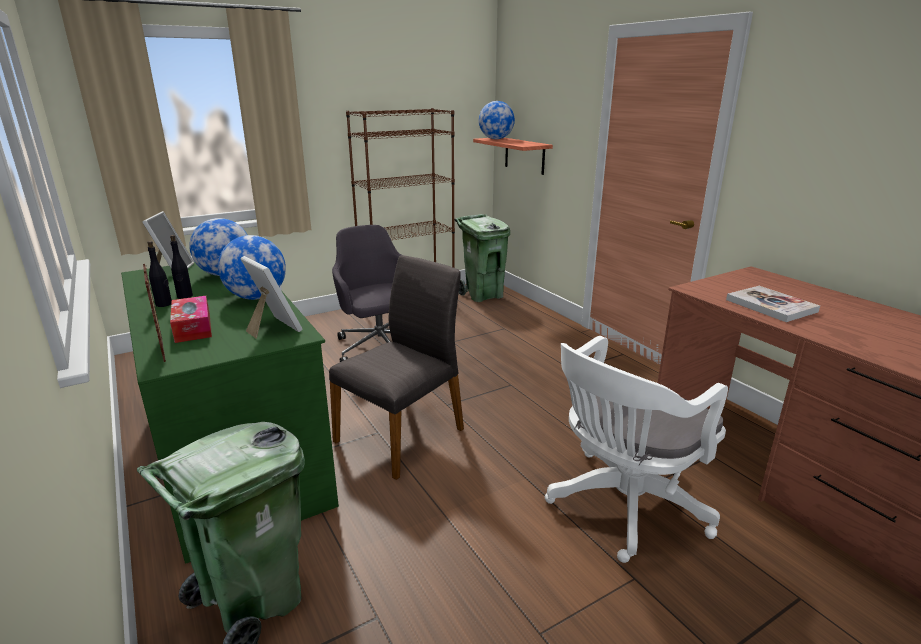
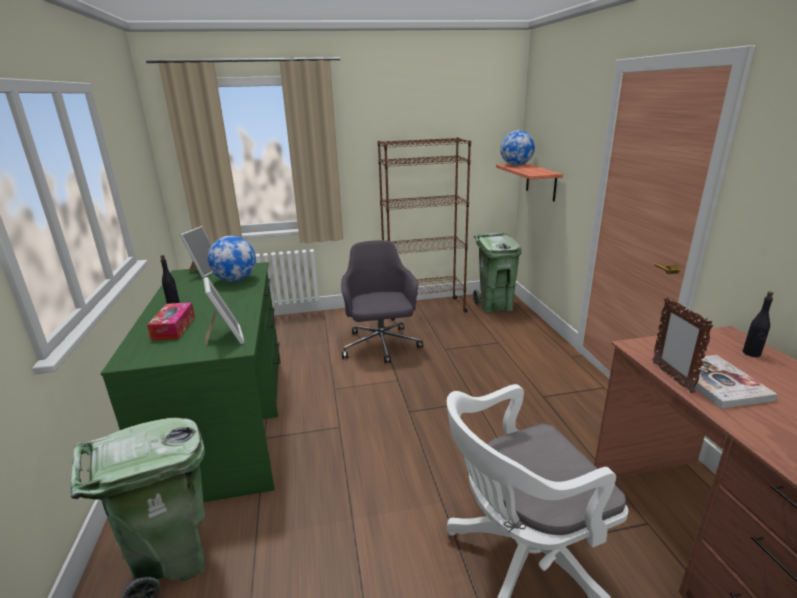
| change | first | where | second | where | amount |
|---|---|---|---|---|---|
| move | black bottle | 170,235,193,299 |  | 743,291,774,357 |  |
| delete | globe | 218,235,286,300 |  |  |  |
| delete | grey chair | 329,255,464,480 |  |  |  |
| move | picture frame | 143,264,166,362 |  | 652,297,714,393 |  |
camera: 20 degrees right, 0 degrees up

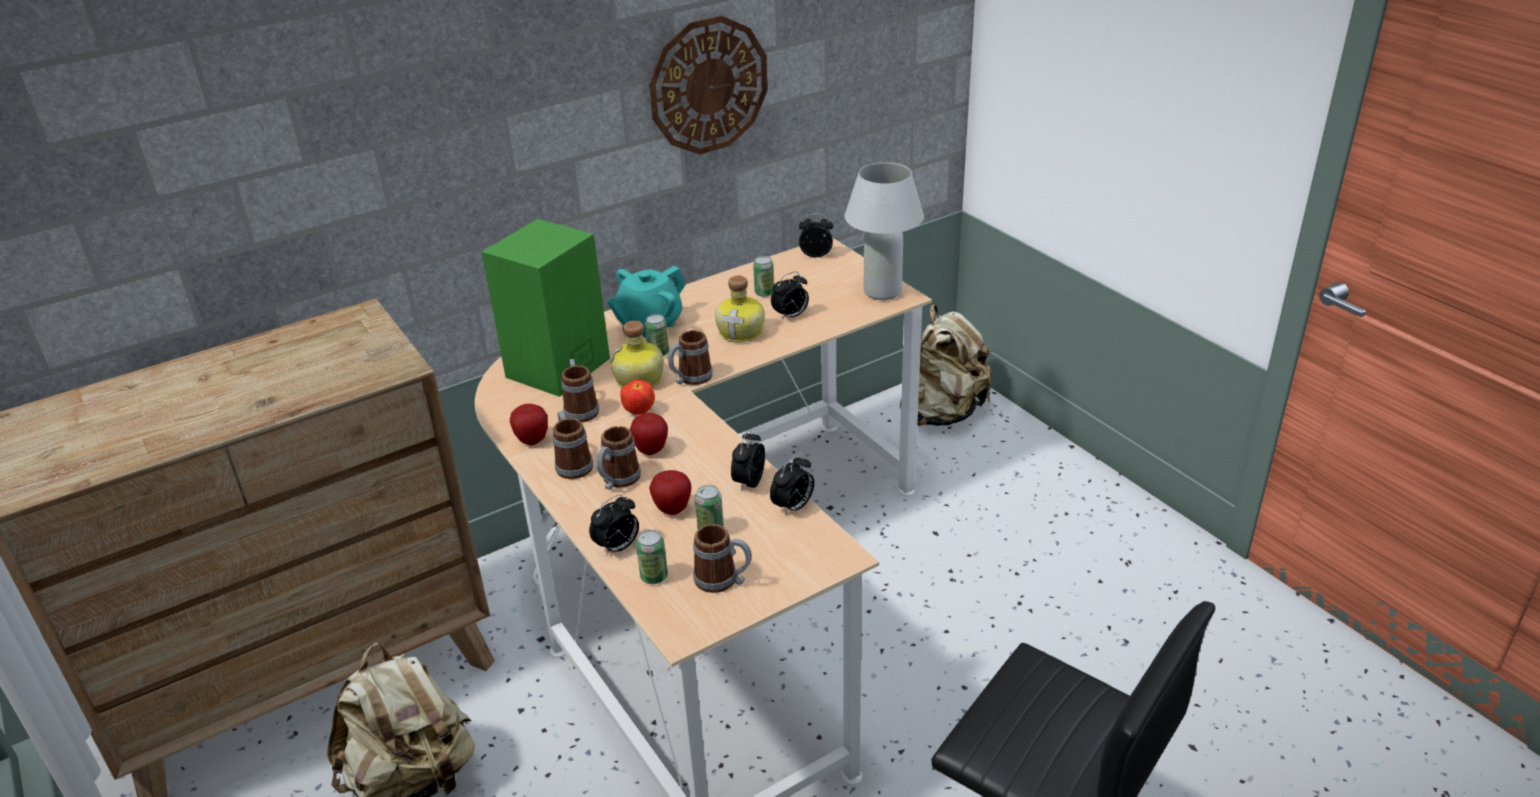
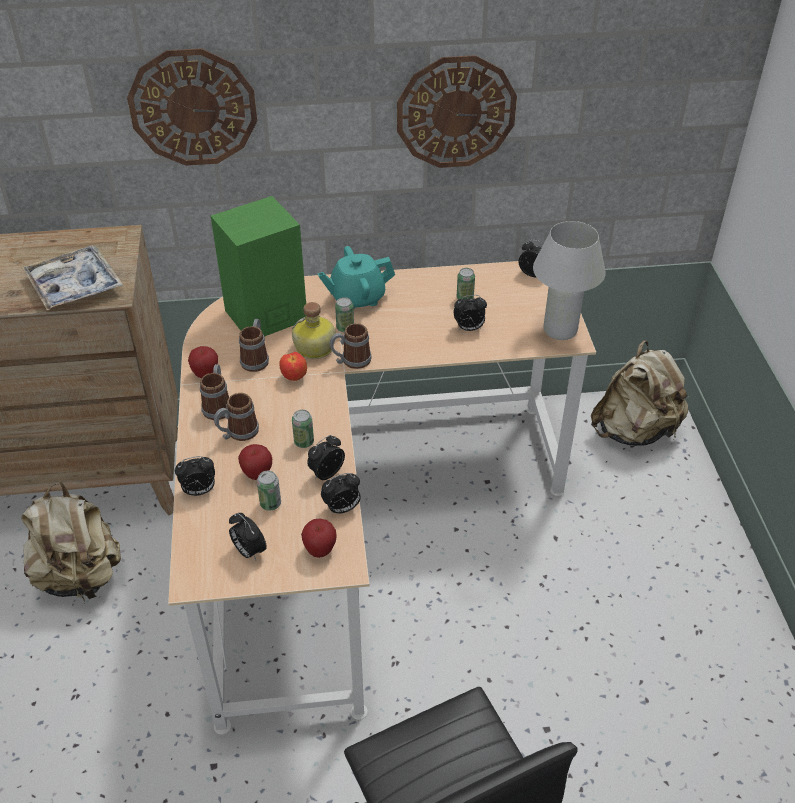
| change | first | where | second | where | amount |
|---|---|---|---|---|---|
| delete | bottle | 715,276,765,342 |  |  |  |
| move | apple | 630,413,668,455 |  | 301,519,337,558 |  |
| replace | mug | 693,524,752,593 | alarm clock | 229,513,267,560 |  |
| move | can | 636,530,668,584 |  | 292,410,314,448 |  |
| insert |  |  | wall clock | 127,48,257,166 |  |
| insert |  |  | tray | 22,245,123,310 |  |
camera: 25 degrees right, 10 degrees up

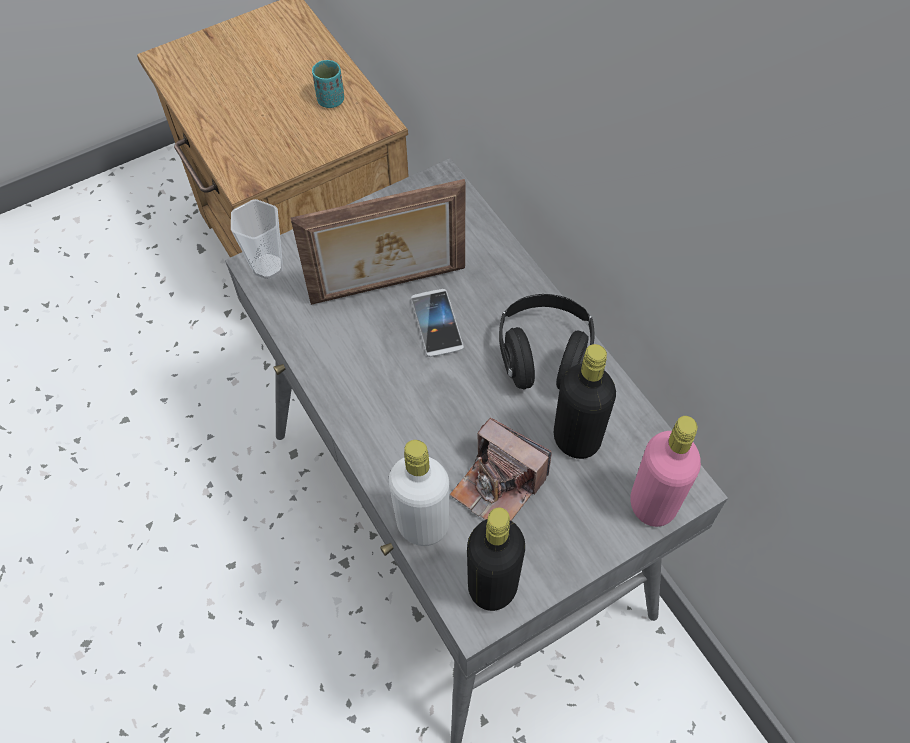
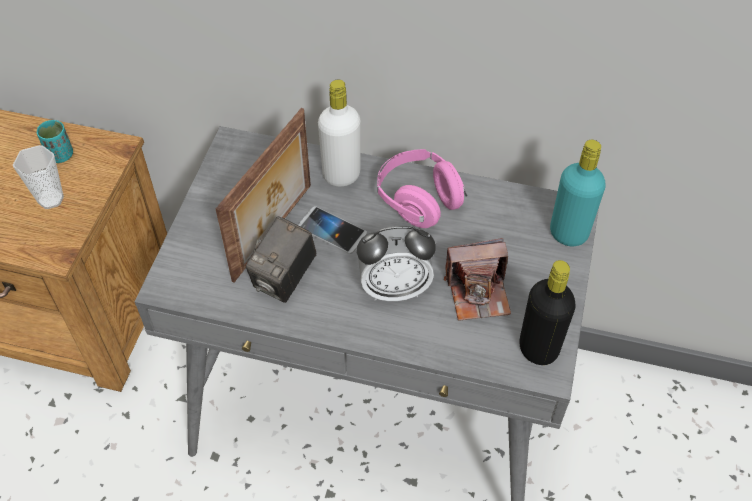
| change | first | where | second | where | amount |
|---|---|---|---|---|---|
| move | cup | 231,199,283,279 |  | 13,145,64,209 |  |
| recolor | black headphones | 499,294,595,390 | pink headphones | 377,149,467,228 |  |
| delete | black bottle | 554,344,616,459 |  |  |  |
| recolor | pink bottle | 630,416,701,527 | turquoise bottle | 550,140,606,246 |  |
| move | white bottle | 389,440,449,546 |  | 318,80,361,187 |  |
| insert |  |  | photo camera | 246,216,316,303 |  |
| insert |  |  | alarm clock | 357,226,436,301 |  |
camera: 45 degrees left, 5 degrees down

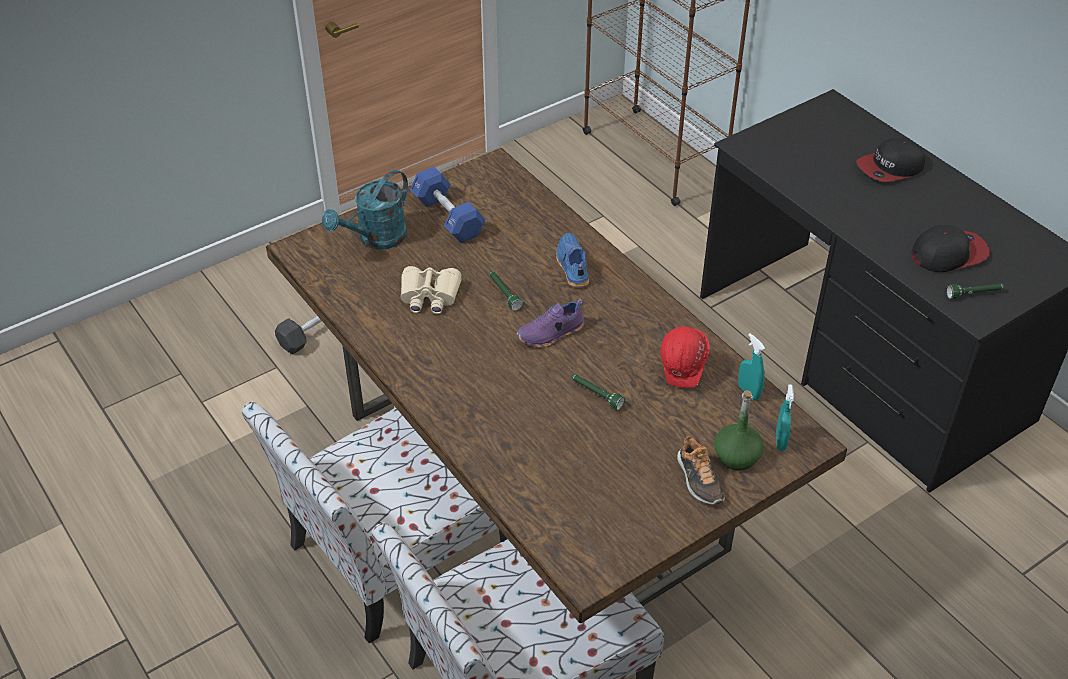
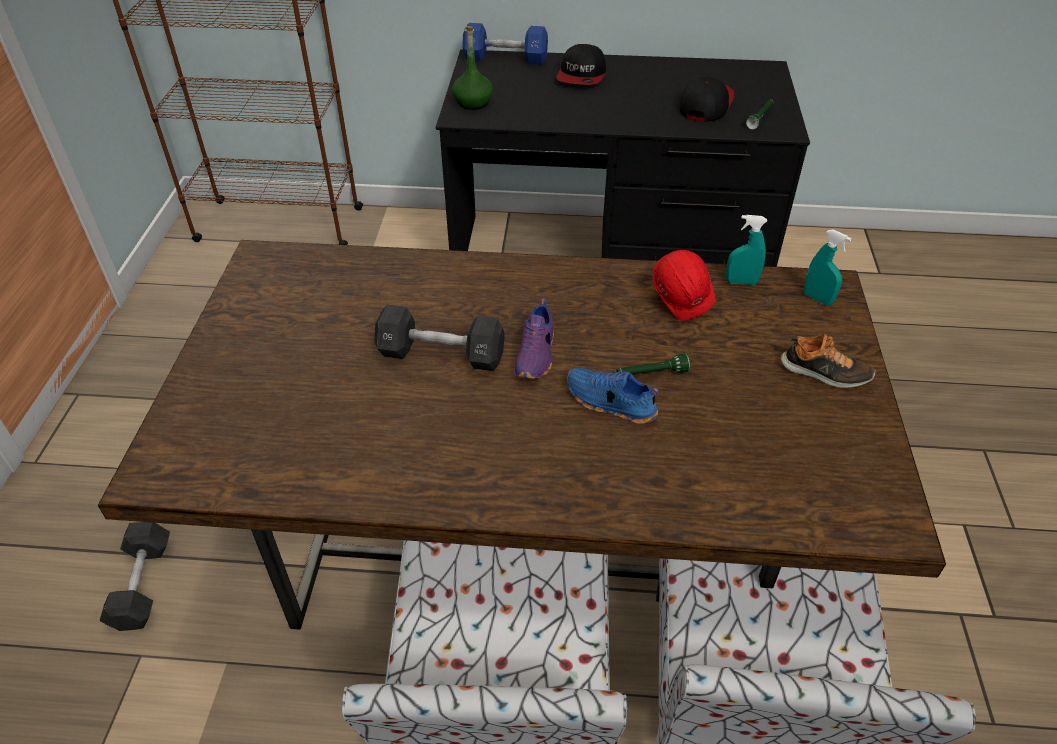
| change | first | where | second | where | amount |
|---|---|---|---|---|---|
| move | blue dumbbell | 410,167,486,243 |  | 462,23,548,65 |  |
| delete | turquoise watering can | 322,170,408,250 |  |  |  |
| move | blue shoe | 556,233,589,287 |  | 567,367,659,424 |  |
| delete | beige binoculars | 400,266,462,314 |  |  |  |
| replace | green flashlight | 489,271,523,311 | black dumbbell | 374,304,505,371 |  |
| move | green bottle | 714,390,764,470 |  | 452,26,493,110 |  |
camera: 50 degrees left, 0 degrees up

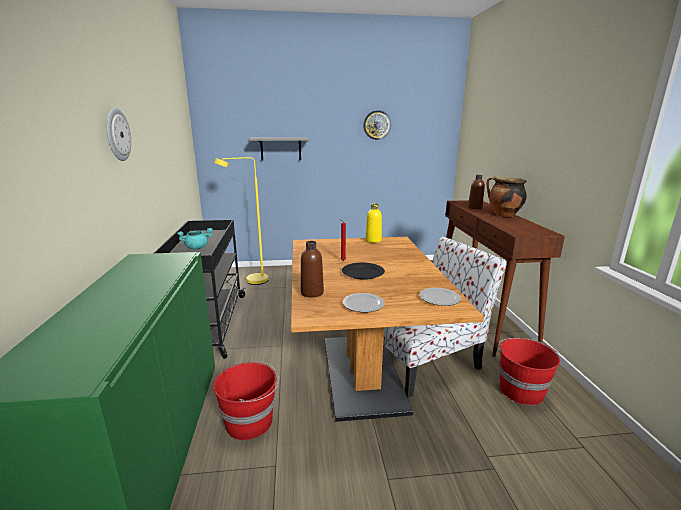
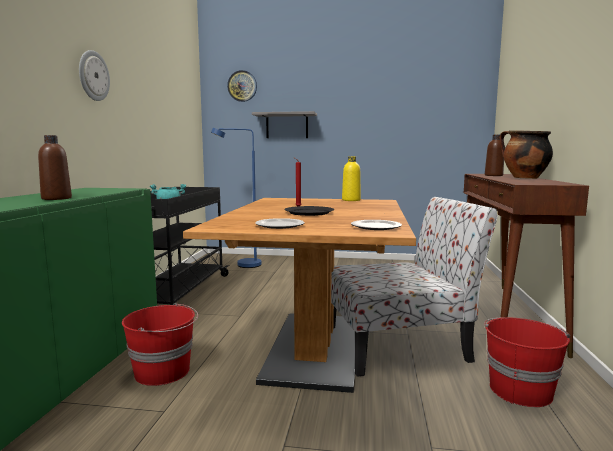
| change | first | where | second | where | amount |
|---|---|---|---|---|---|
| move | wall clock | 363,110,391,140 |  | 227,70,257,102 |  |
| recolor | yellow floor lamp | 214,157,268,285 | blue floor lamp | 211,128,262,268 |  |
| move | brown bottle | 301,241,324,297 |  | 38,135,72,200 |  |
camera: 15 degrees right, 10 degrees down

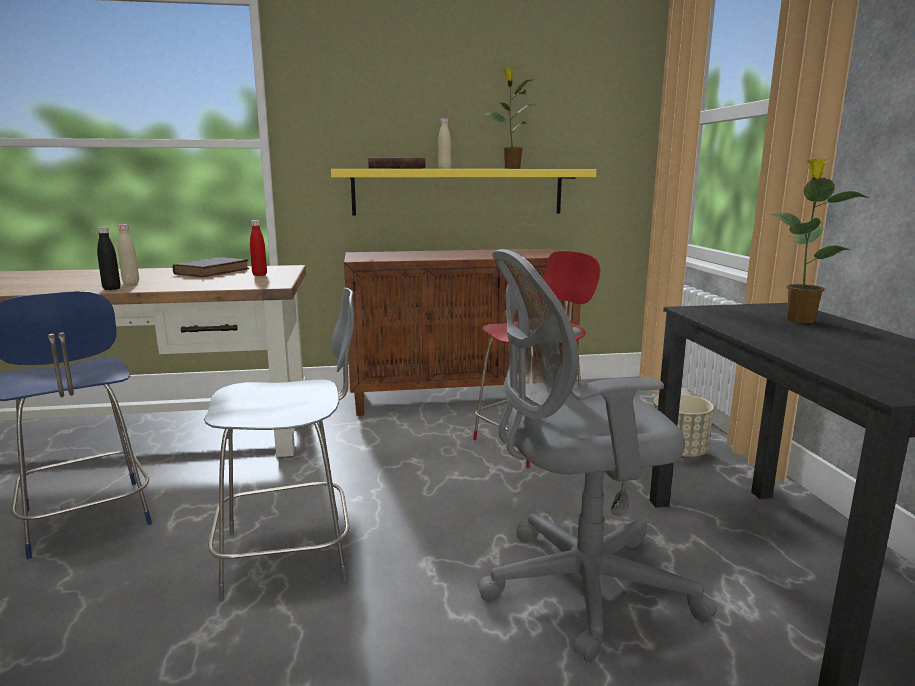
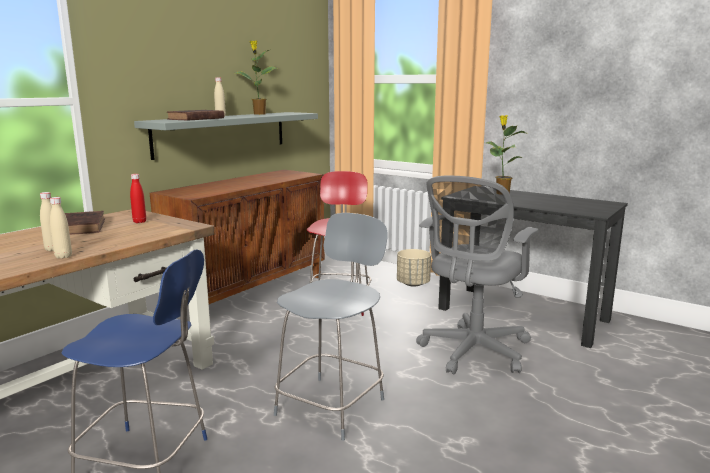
| change | first | where | second | where | amount |
|---|---|---|---|---|---|
| recolor | yellow shelf | 331,169,597,215 | grey shelf | 134,112,318,160 |  |
| recolor | black bottle | 97,227,120,290 | beige bottle | 50,197,72,259 |  |
camera: 45 degrees left, 0 degrees up

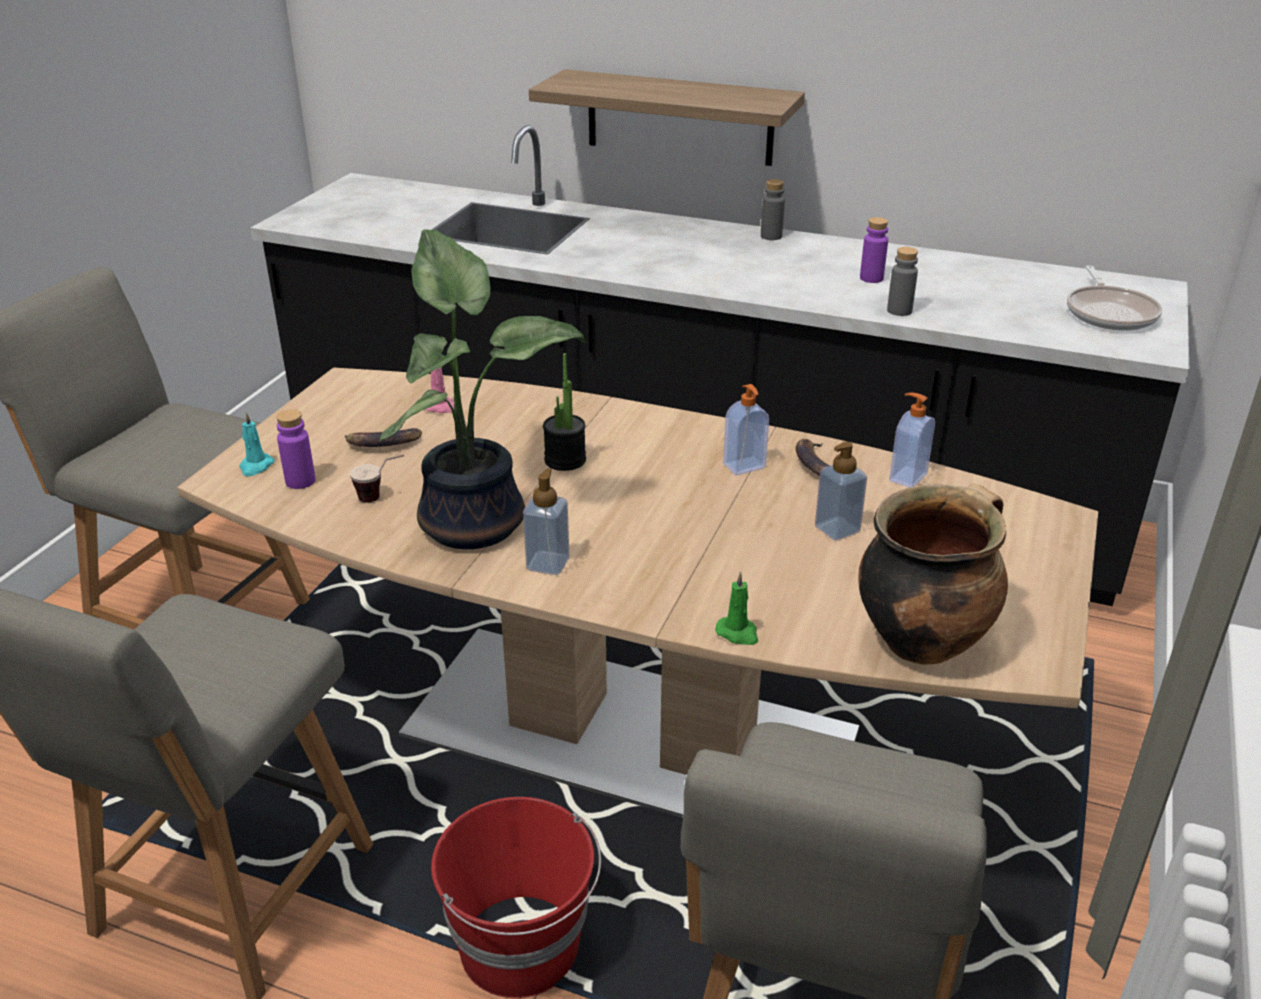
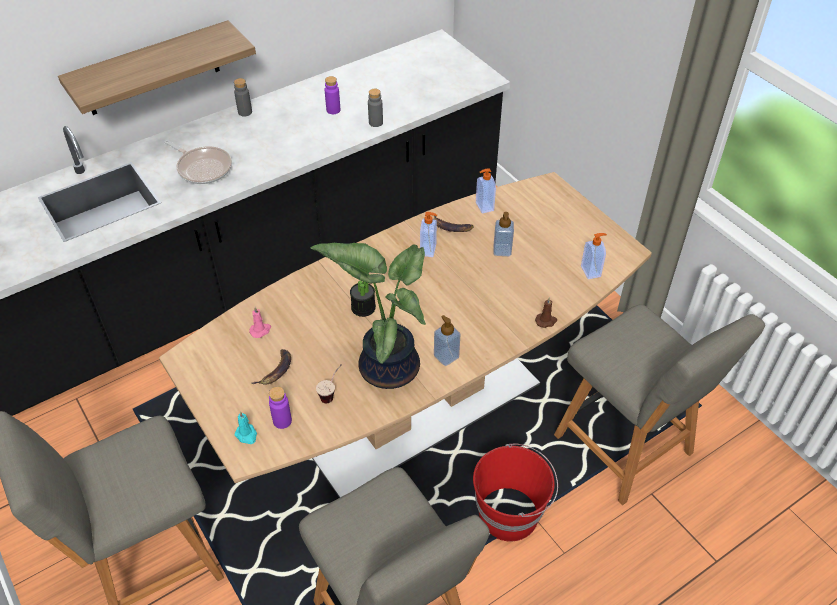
| change | first | where | second | where | amount |
|---|---|---|---|---|---|
| move | frying pan | 1067,266,1162,331 |  | 164,140,232,184 |  |
| replace | cooking pot | 858,483,1008,665 | soap dispenser | 581,233,607,279 |  |
| recolor | green candle | 715,572,758,645 | brown candle | 535,297,557,328 |  |
camera: 55 degrees left, 15 degrees up

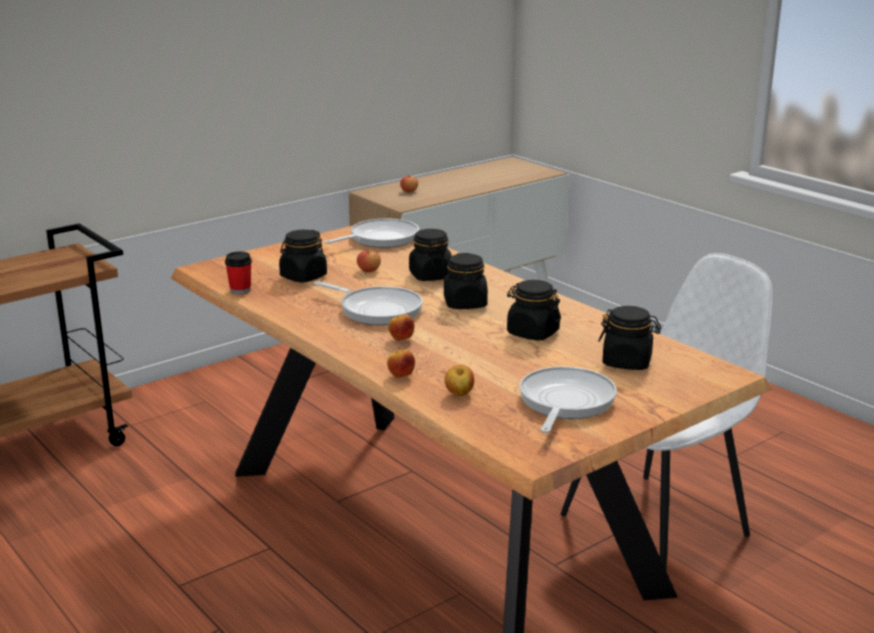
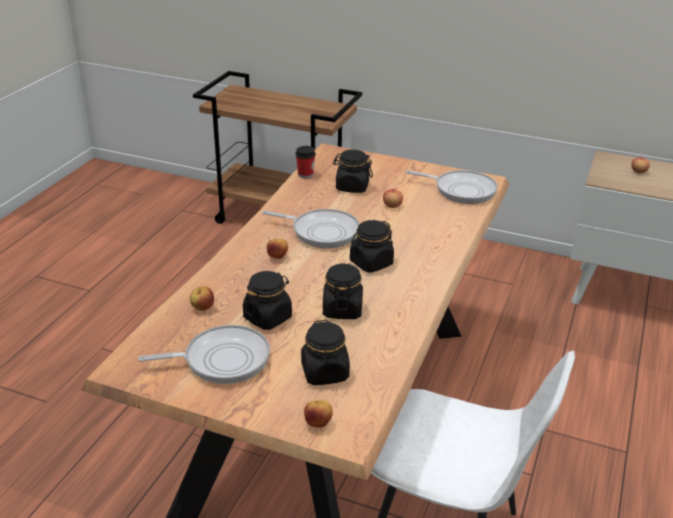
| change | first | where | second | where | amount |
|---|---|---|---|---|---|
| move | black jar | 409,229,452,281 |  | 243,271,292,330 |  |
| rotate | frying pan | 314,281,423,325 |  | 262,209,359,248 | 75 degrees counterclockwise |
| move | apple | 387,350,415,377 |  | 304,400,333,428 |  |
camera: 60 degrees right, 10 degrees up

